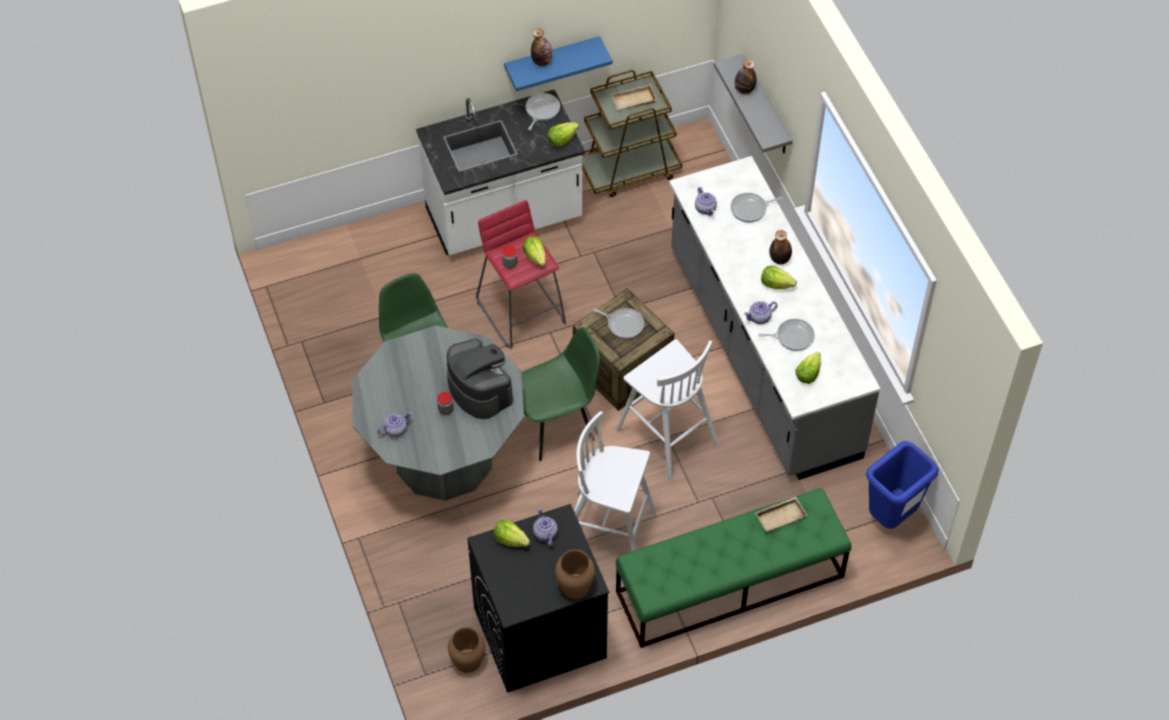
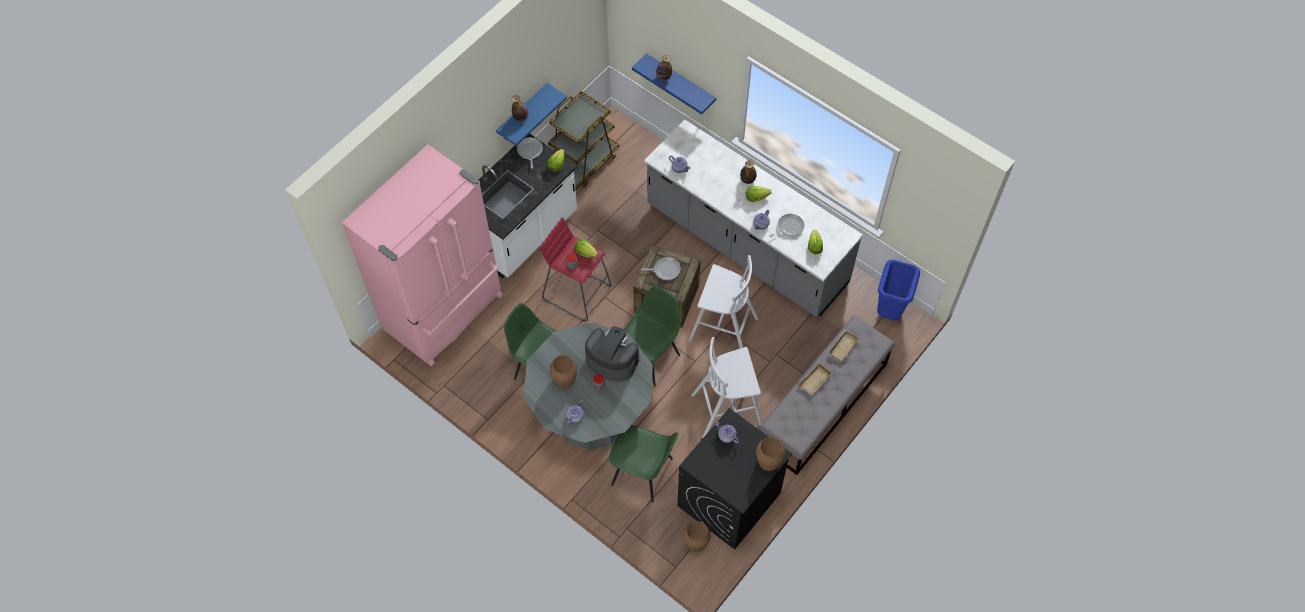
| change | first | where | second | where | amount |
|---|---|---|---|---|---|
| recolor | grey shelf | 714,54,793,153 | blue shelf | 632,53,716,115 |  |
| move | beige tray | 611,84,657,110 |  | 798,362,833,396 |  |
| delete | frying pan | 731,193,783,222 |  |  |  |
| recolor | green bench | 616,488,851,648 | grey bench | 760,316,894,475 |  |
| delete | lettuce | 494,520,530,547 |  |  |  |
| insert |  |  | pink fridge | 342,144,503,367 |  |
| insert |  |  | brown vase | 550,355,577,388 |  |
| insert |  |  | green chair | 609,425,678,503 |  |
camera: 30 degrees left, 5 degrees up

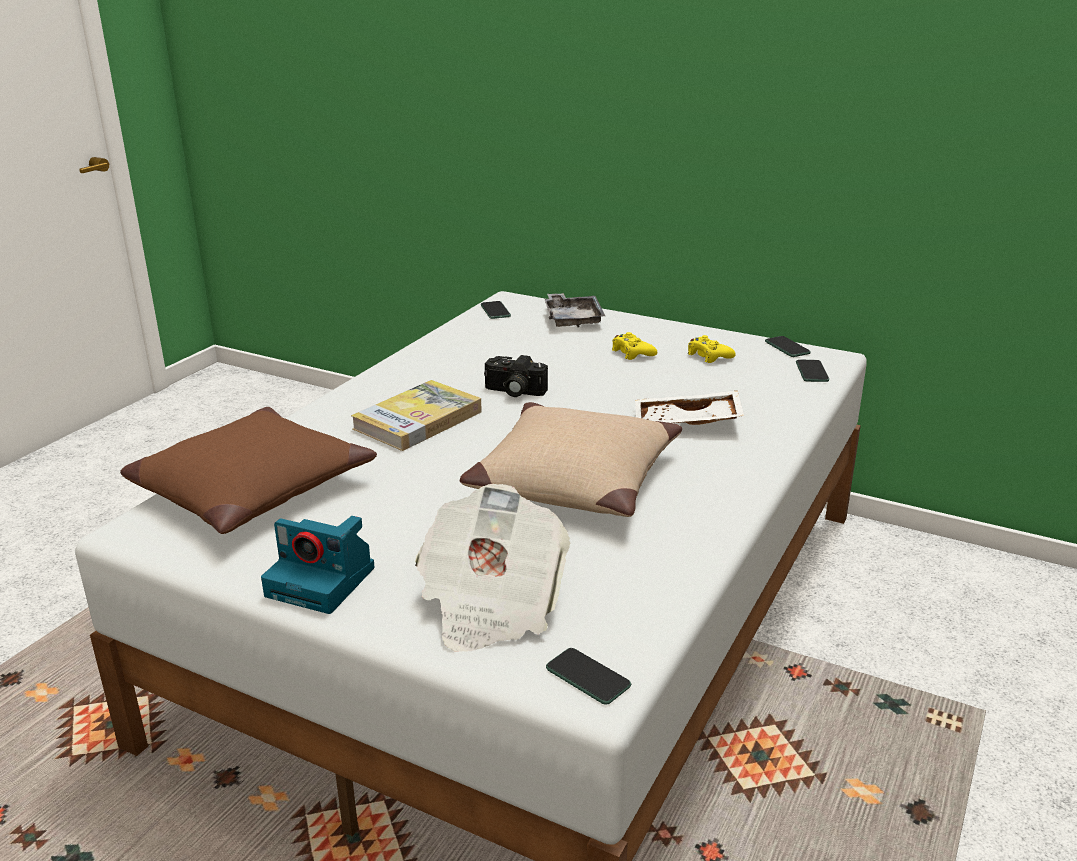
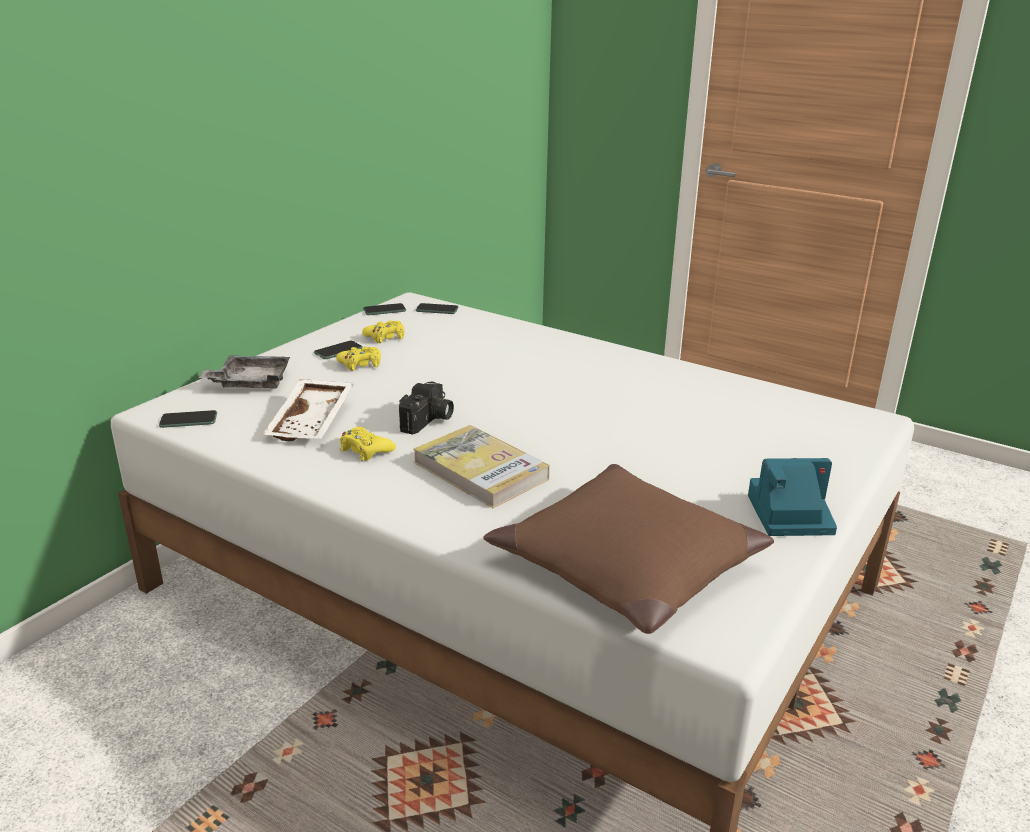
| change | first | where | second | where | amount |
|---|---|---|---|---|---|
| move | white tray | 635,390,744,425 |  | 263,379,354,441 |  |
| delete | beige pillow | 460,402,682,517 |  |  |  |
| delete | newspaper | 415,484,571,652 |  |  |  |
| rotate | photo camera | 261,516,375,614 |  | 748,458,837,536 | 120 degrees counterclockwise |
| move | phone | 546,648,631,705 |  | 314,341,363,359 |  |
| insert |  |  | yellow game controller | 340,427,396,461 |  |
camera: 85 degrees left, 0 degrees up

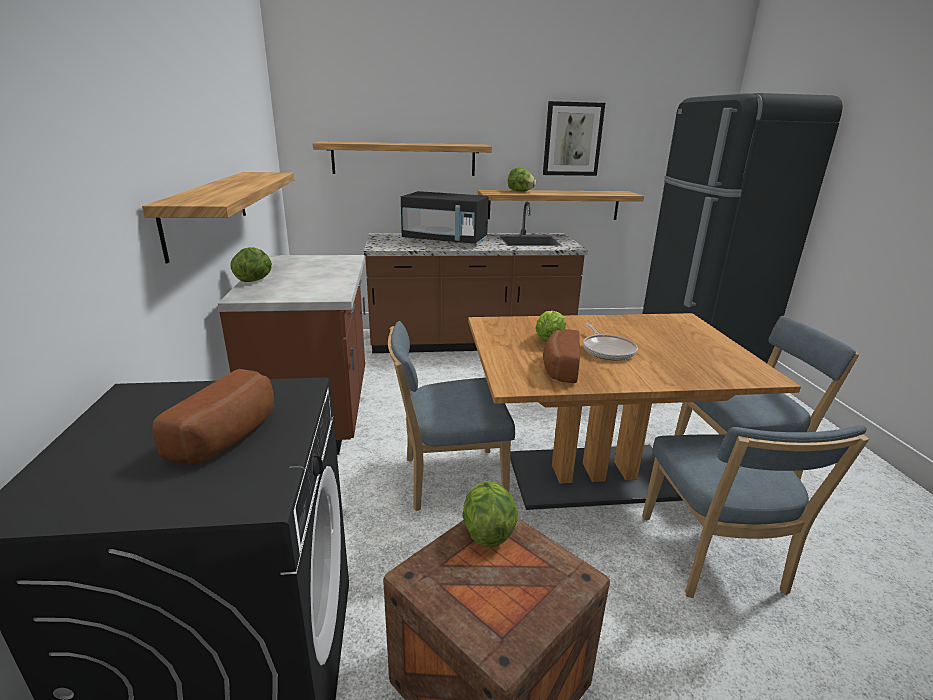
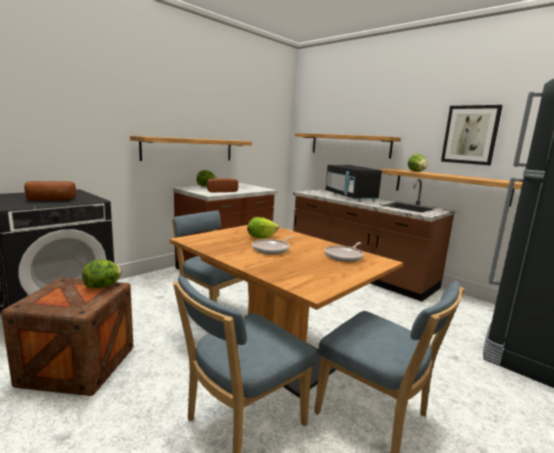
| change | first | where | second | where | amount |
|---|---|---|---|---|---|
| move | bread | 543,329,580,383 |  | 207,179,238,192 |  |
| insert |  |  | frying pan | 325,242,364,262 |  |
camera: 50 degrees right, 10 degrees down

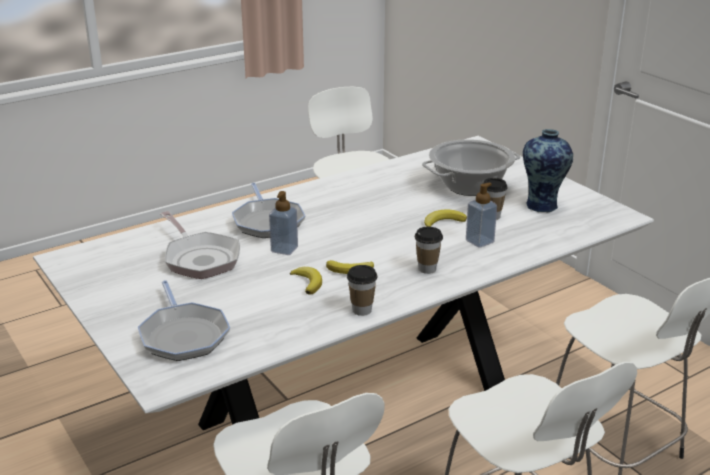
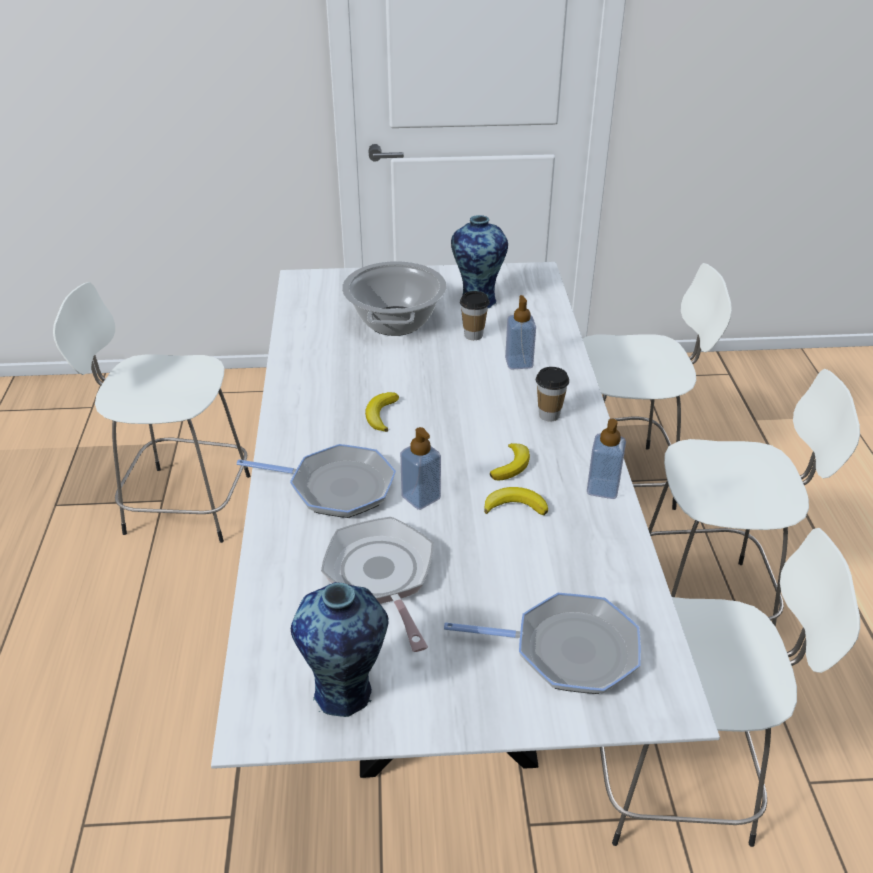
| change | first | where | second | where | amount |
|---|---|---|---|---|---|
| move | banana | 424,209,467,227 |  | 365,392,399,432 |  |
| rotate | frying pan | 161,211,240,279 |  | 321,517,434,652 | 105 degrees counterclockwise |
| replace | cup | 347,265,377,316 | soap dispenser | 587,419,626,499 |  |
| insert |  |  | vase | 291,582,388,717 |  |
camera: 60 degrees left, 10 degrees up

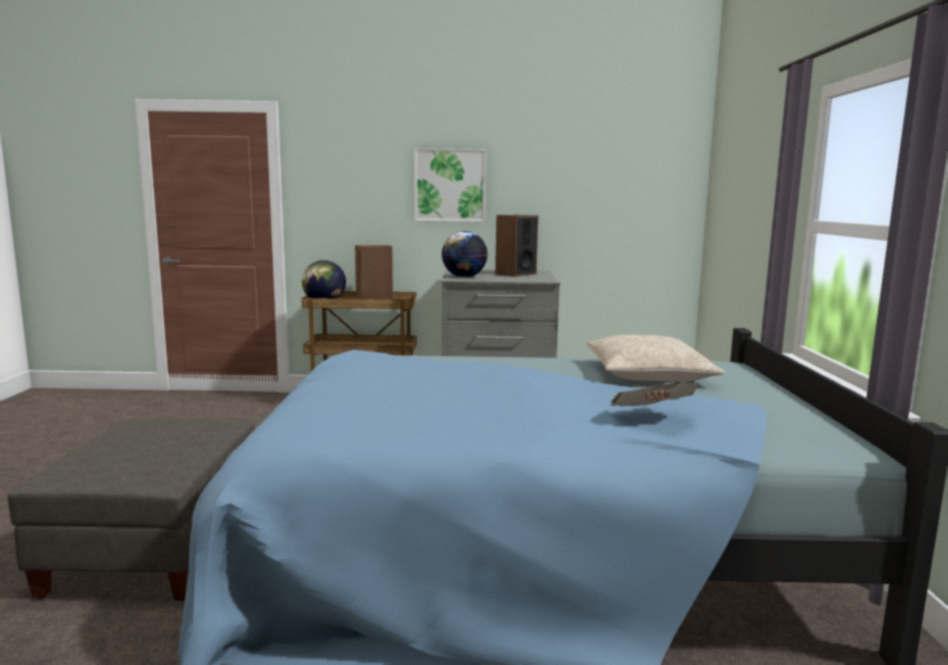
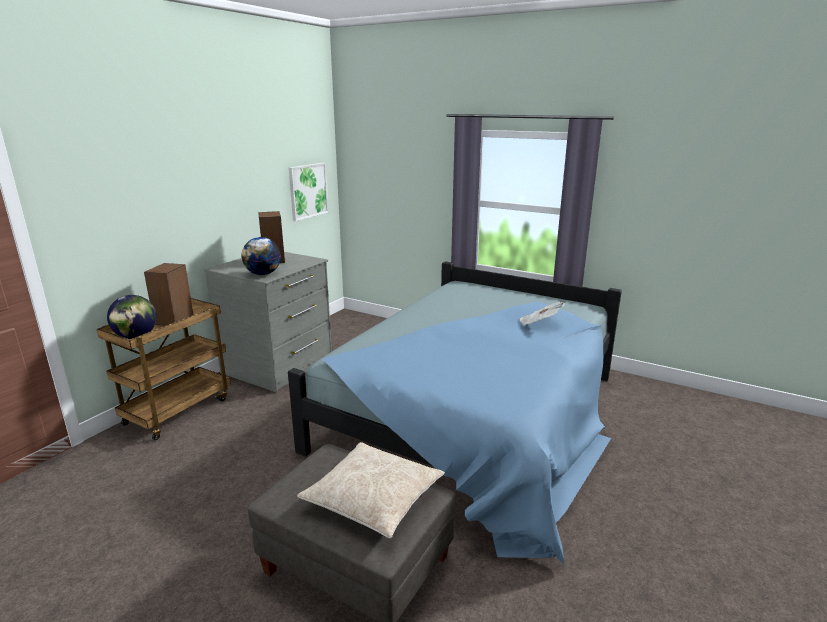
| change | first | where | second | where | amount |
|---|---|---|---|---|---|
| move | picture | 414,148,486,222 |  | 289,163,329,221 |  |
| move | beige pillow | 587,335,725,381 |  | 297,442,445,538 |  |
camera: 60 degrees left, 10 degrees up

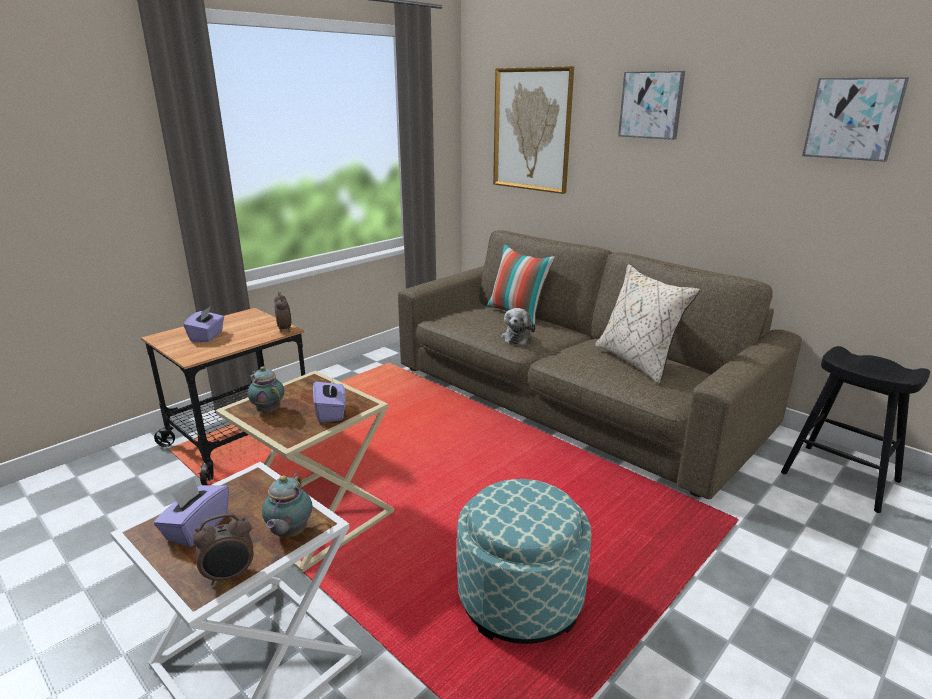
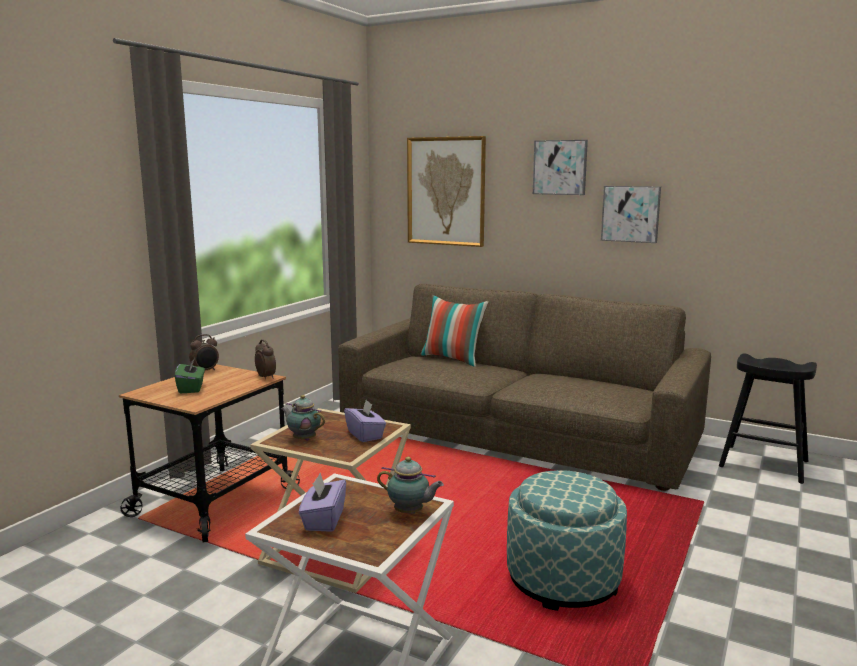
| change | first | where | second | where | amount |
|---|---|---|---|---|---|
| move | picture | 802,77,909,162 |  | 601,186,661,243 |  |
| delete | beige pillow | 595,264,700,384 |  |  |  |
| recolor | purple tissue box | 184,306,224,342 | green tissue box | 175,358,205,393 |  |
| delete | plush toy | 502,308,536,345 |  |  |  |
| rotate | teapot | 262,473,312,537 |  | 377,457,444,514 | 60 degrees counterclockwise |
| move | alarm clock | 193,513,253,586 |  | 189,334,219,370 |  |
camera: 15 degrees left, 10 degrees down

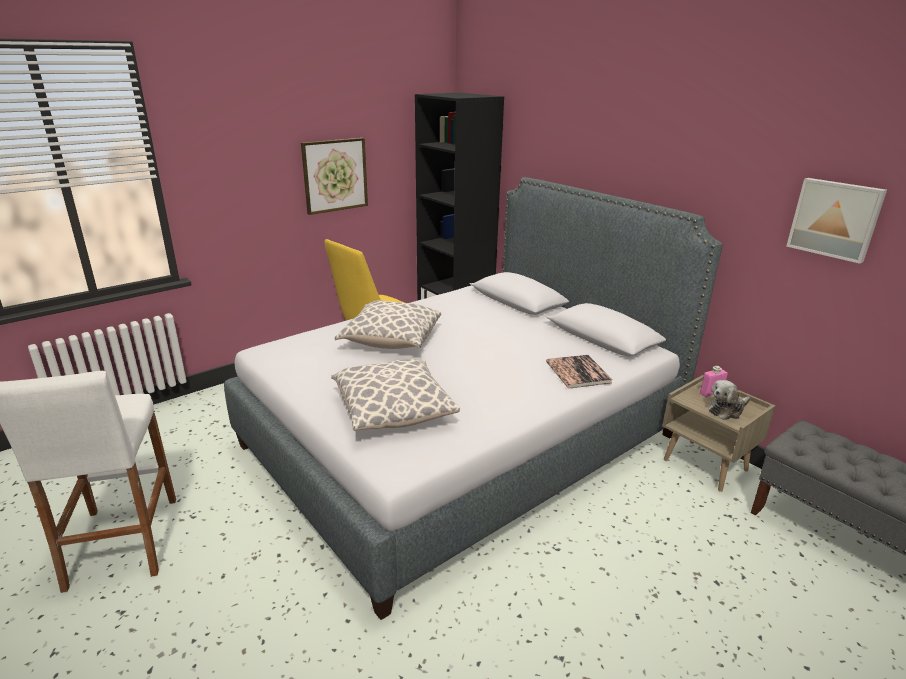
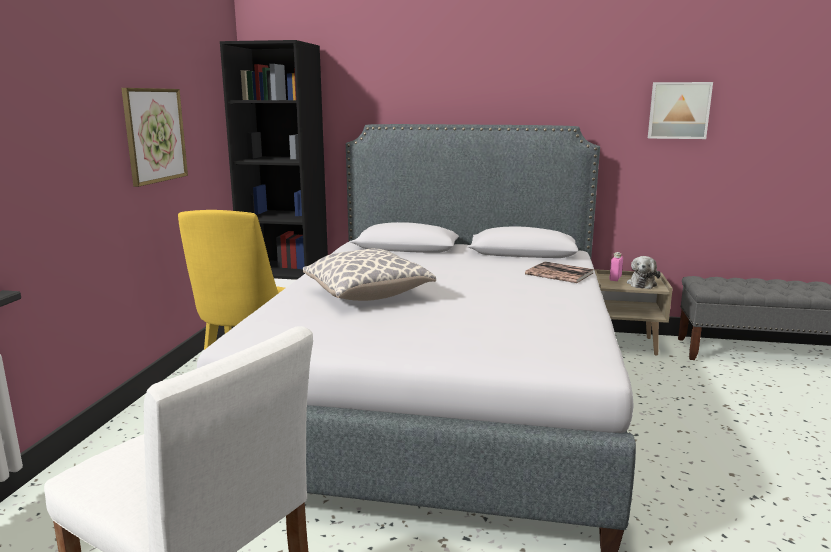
| change | first | where | second | where | amount |
|---|---|---|---|---|---|
| delete | pillow | 331,359,460,431 |  |  |  |
camera: 40 degrees left, 10 degrees down

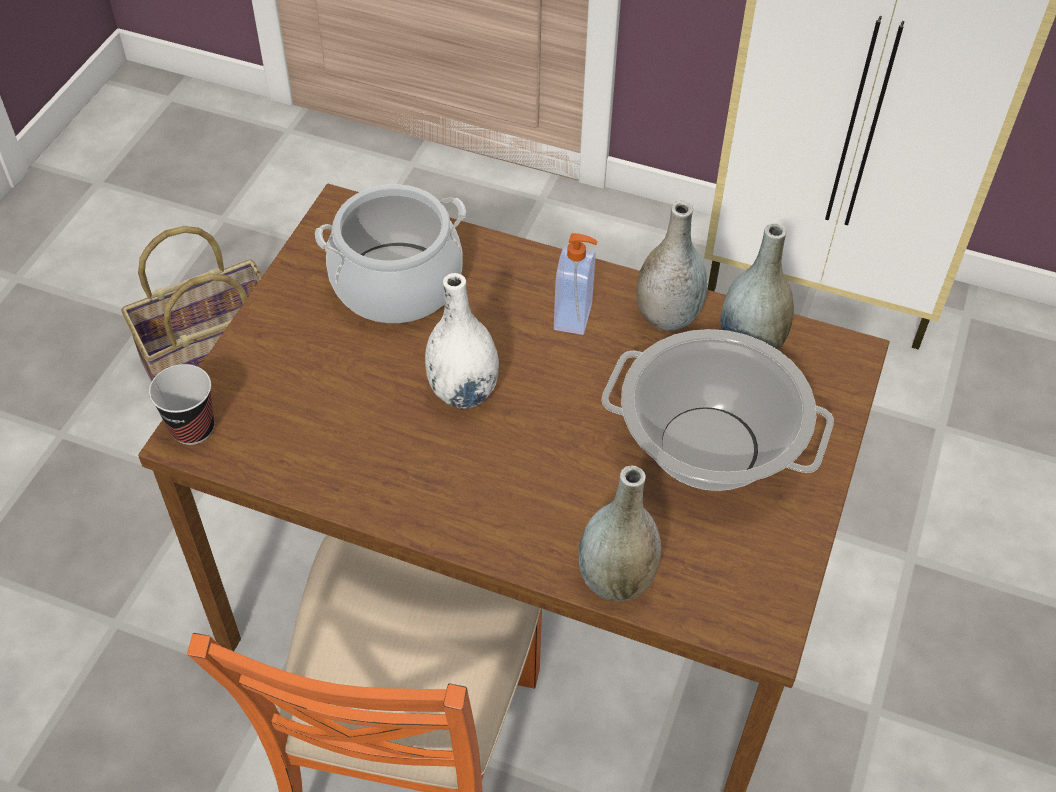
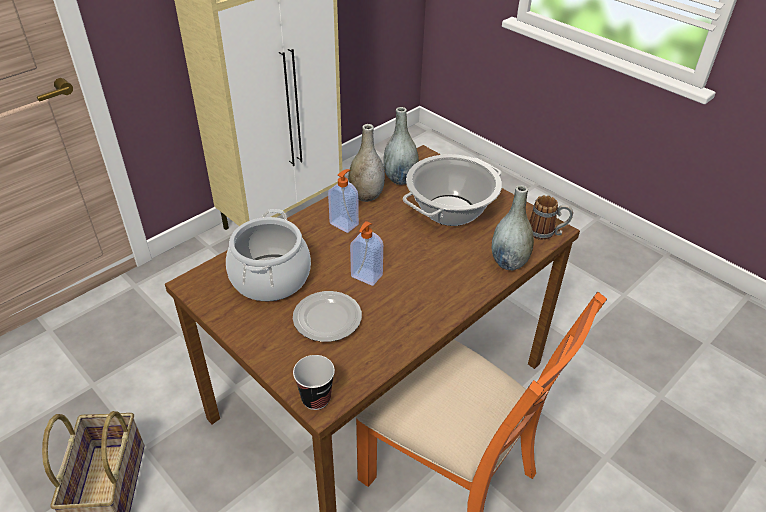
| change | first | where | second | where | amount |
|---|---|---|---|---|---|
| replace | white vase | 425,273,499,409 | soap dispenser | 350,221,383,286 |  |
| insert |  |  | mug | 529,195,573,240 |  |
| insert |  |  | plate | 293,291,362,342 |  |
camera: 65 degrees left, 10 degrees down

